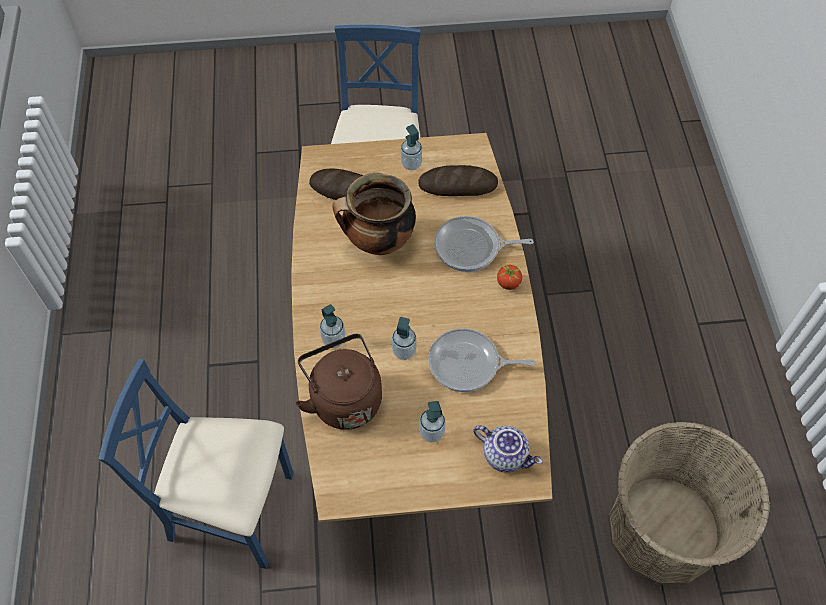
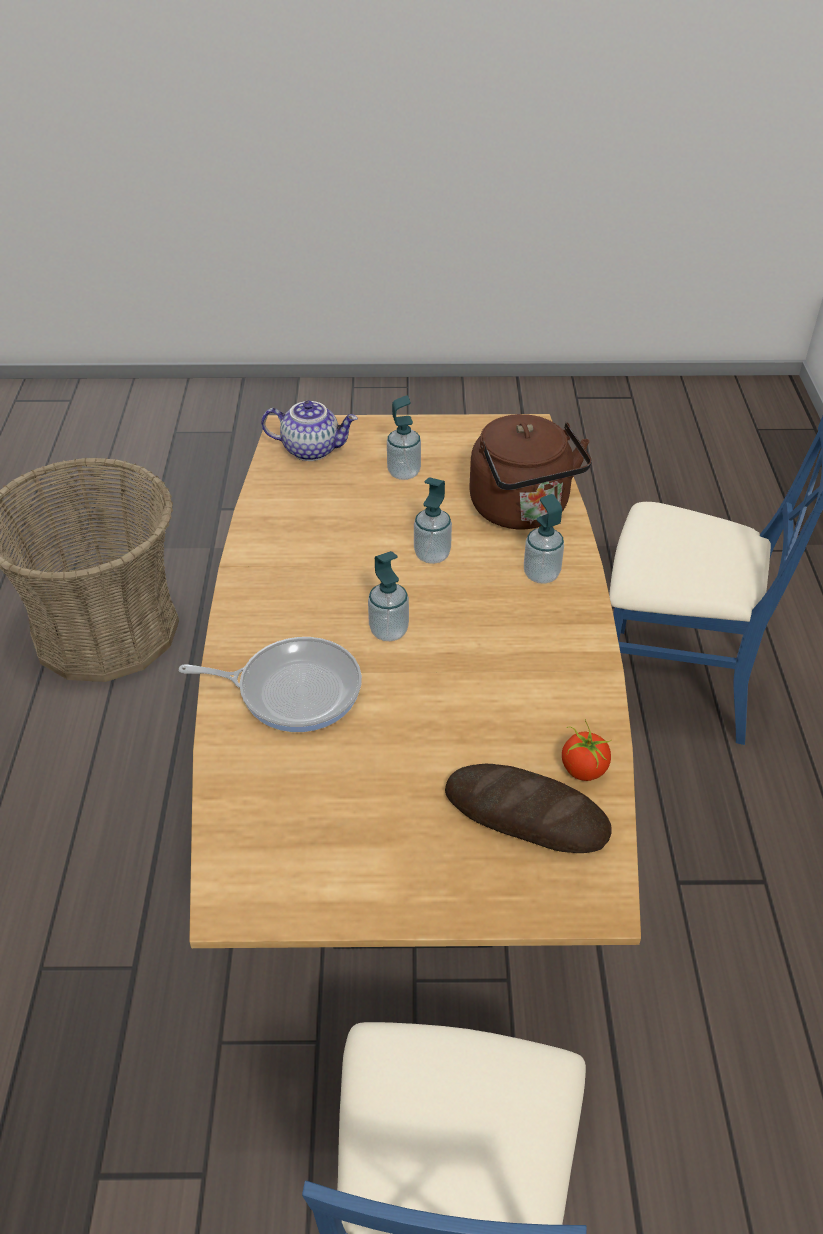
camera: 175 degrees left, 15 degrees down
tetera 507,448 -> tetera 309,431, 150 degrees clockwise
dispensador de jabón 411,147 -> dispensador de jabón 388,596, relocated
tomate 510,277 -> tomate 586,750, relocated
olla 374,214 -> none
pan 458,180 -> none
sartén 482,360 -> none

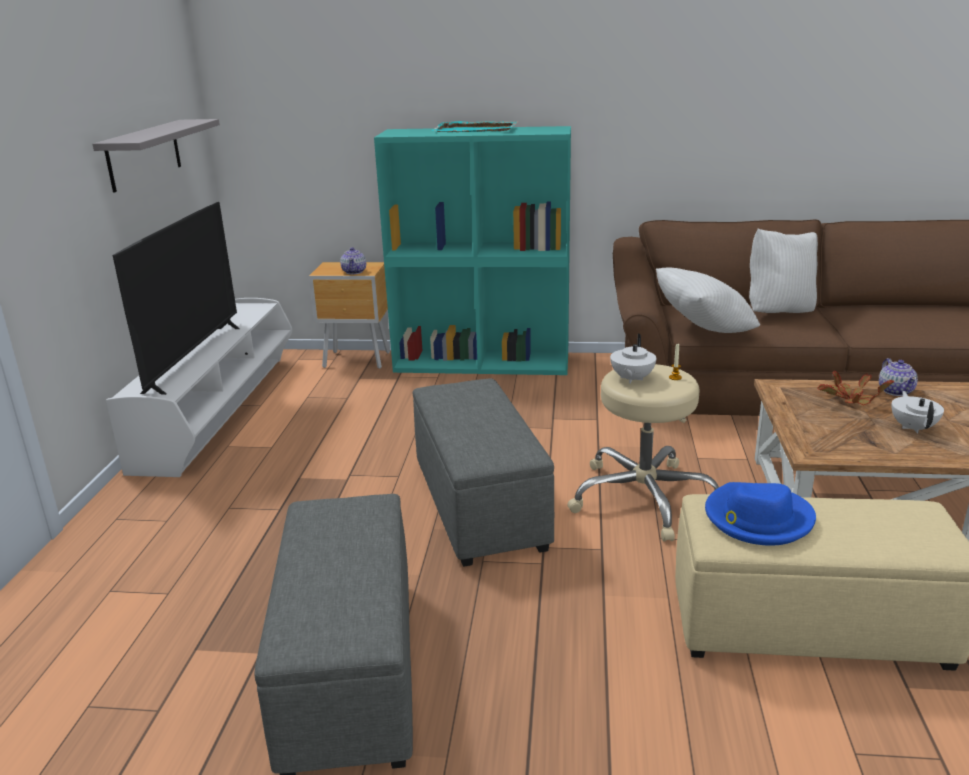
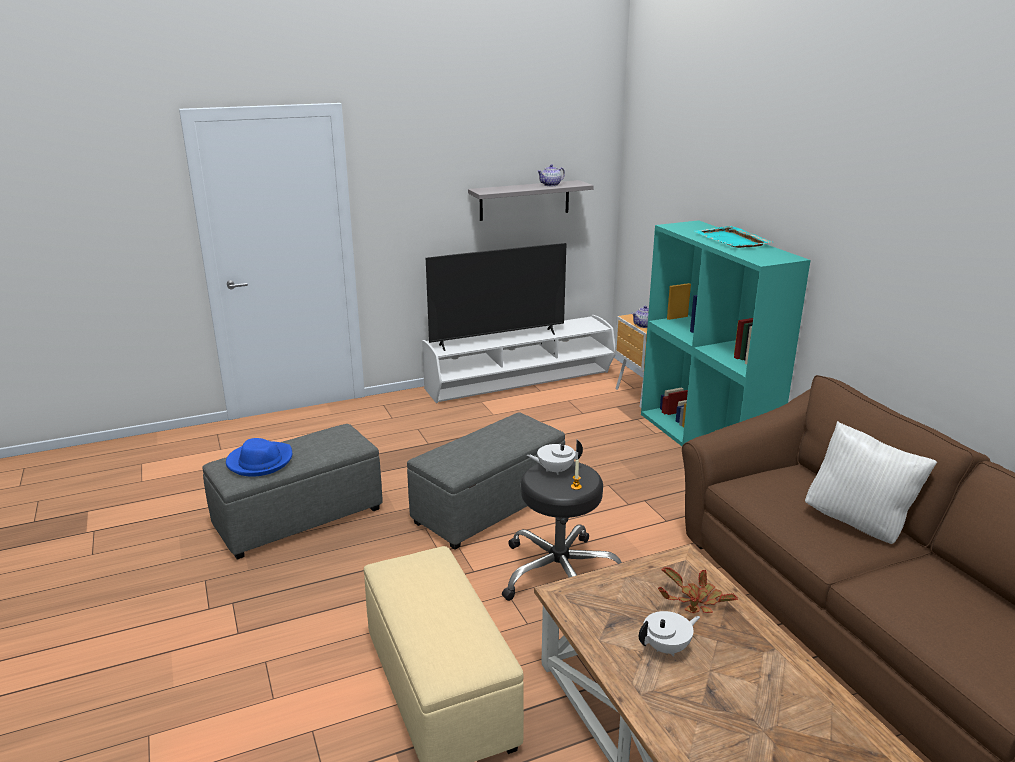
camera: 60 degrees right, 0 degrees up
sombrero/azul 760,514 -> sombrero/azul 259,457, relocated
taburete/beis 643,452 -> taburete/negro 562,531
tetera 898,377 -> tetera 551,175, relocated
cojín/blanco 708,300 -> none

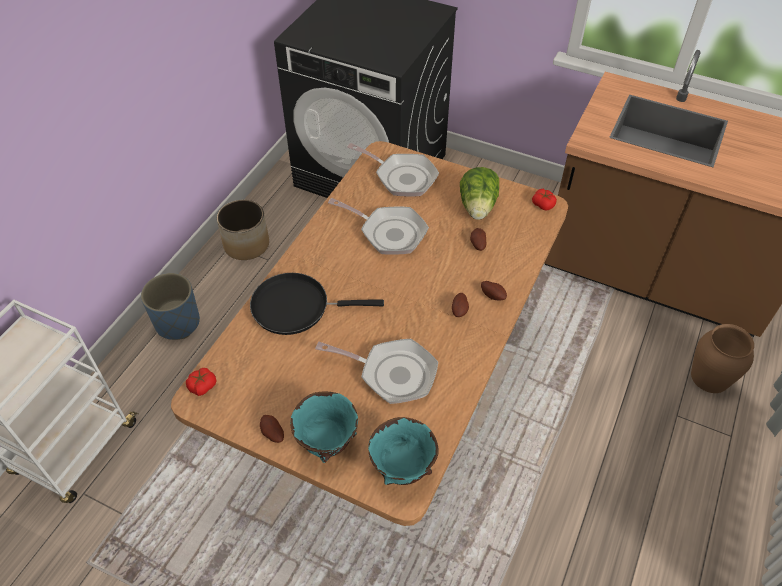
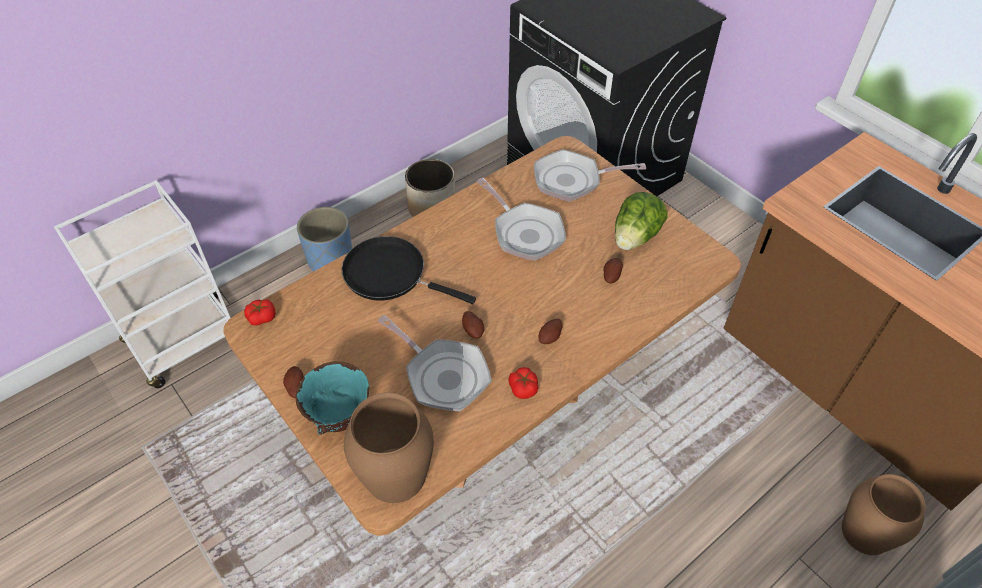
camera: 25 degrees right, 0 degrees up
cuenco/turquesa 403,451 -> florero/marrón 389,447
patata 494,291 -> patata 473,324, relocated
tomate 544,200 -> tomate 523,383, relocated
sartén 393,170 -> sartén 590,175, 120 degrees clockwise

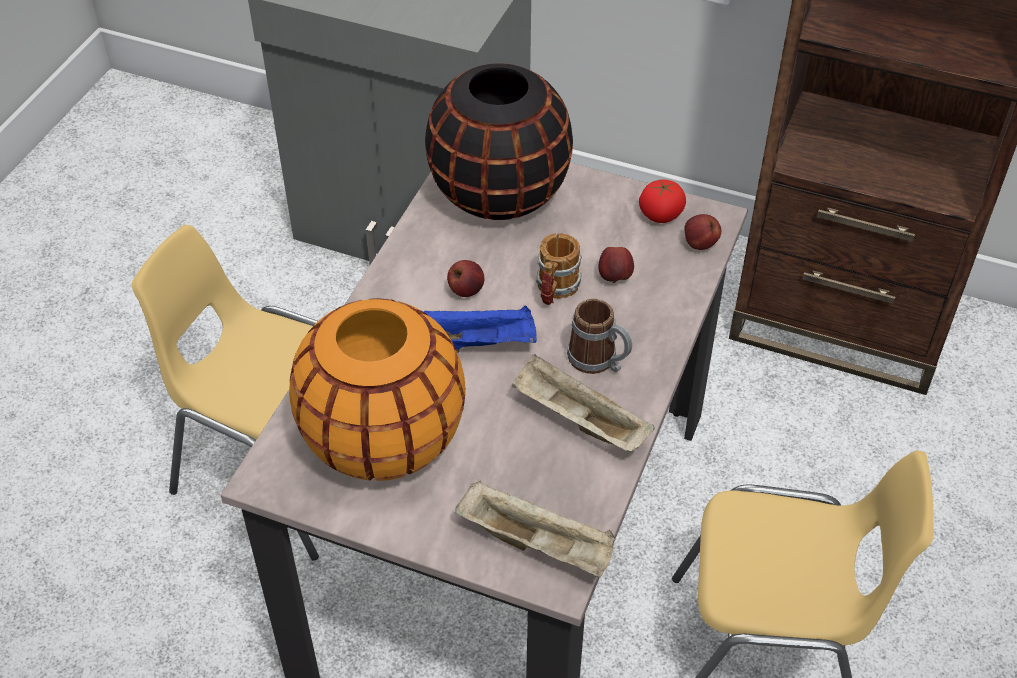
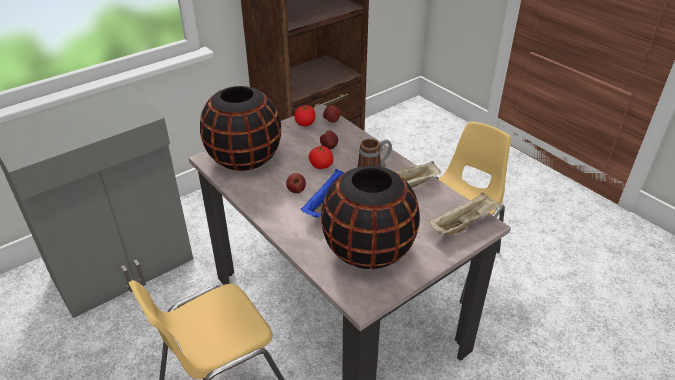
camera: 60 degrees left, 10 degrees down
taza grande 559,269 -> tomate 321,157
florero/naranja 377,389 -> florero/negro 370,217

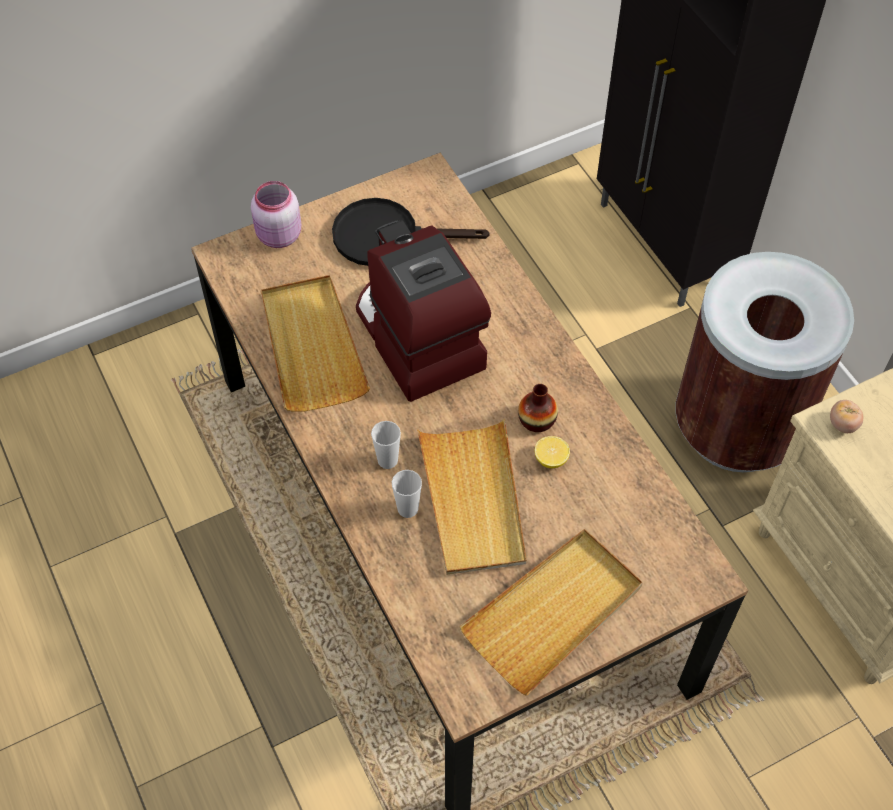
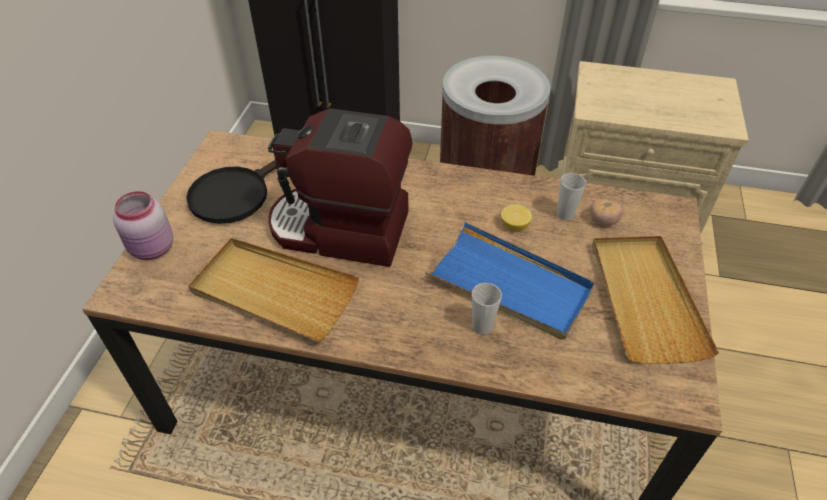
camera: 50 degrees left, 10 degrees down
bandeja/beis 471,497 -> bandeja/azul 510,281
taza 386,445 -> taza 571,197, relocated
tomate 846,416 -> tomate 606,212, relocated
florero 538,408 -> none

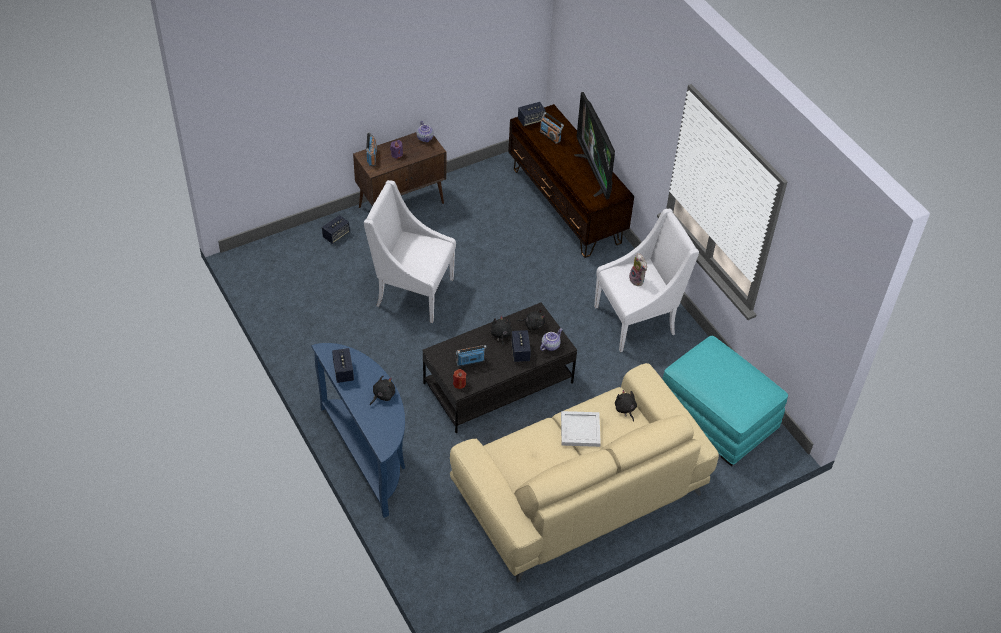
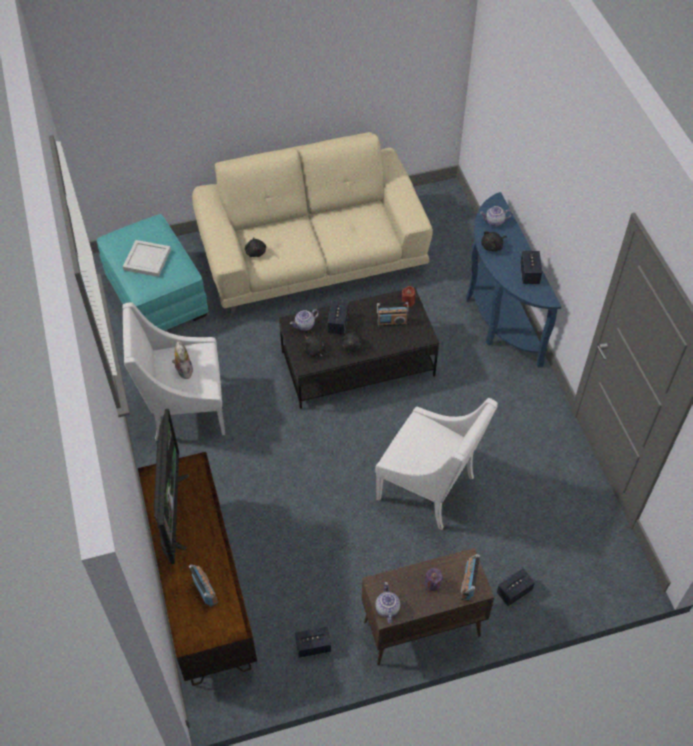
camera: 165 degrees left, 5 degrees up
bandeja/blanco 581,429 -> bandeja/blanco 147,258, relocated
altavoz 532,114 -> altavoz 313,642, relocated
none -> tetera 496,216

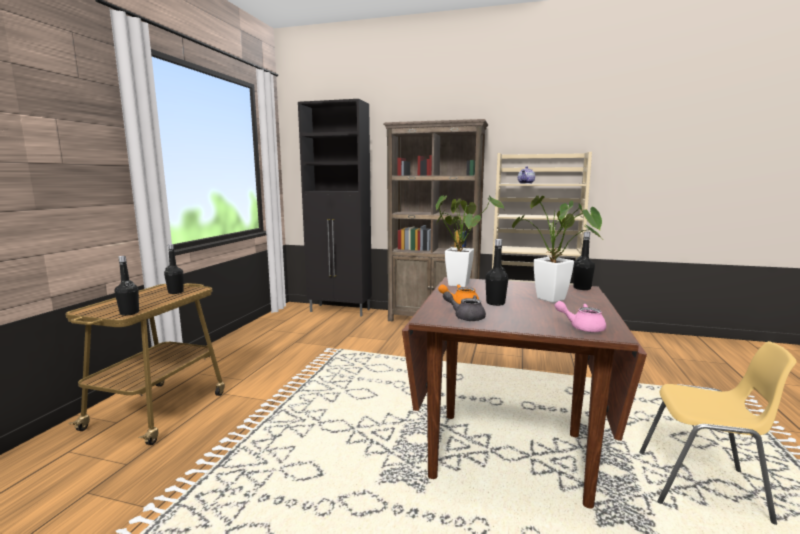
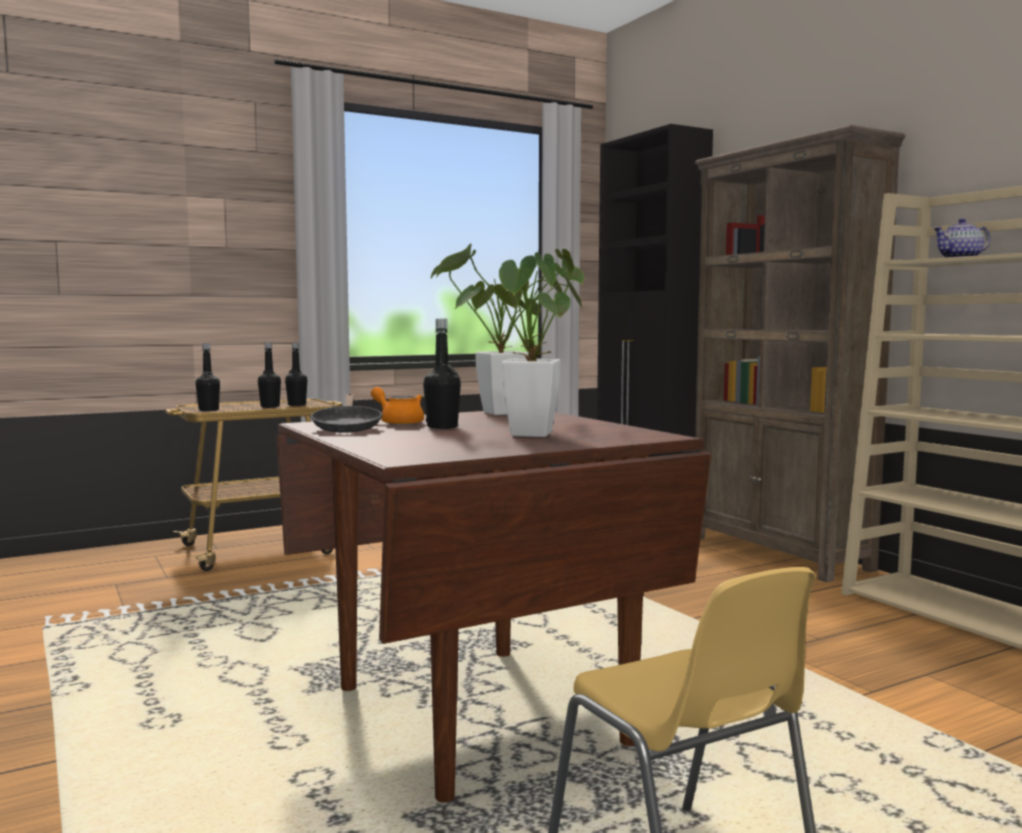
camera: 45 degrees right, 5 degrees down
botella/negro 584,261 -> botella/negro 269,375, relocated
tetera/gris 464,306 -> sartén/negro 346,413
tetera/rosa 580,316 -> none

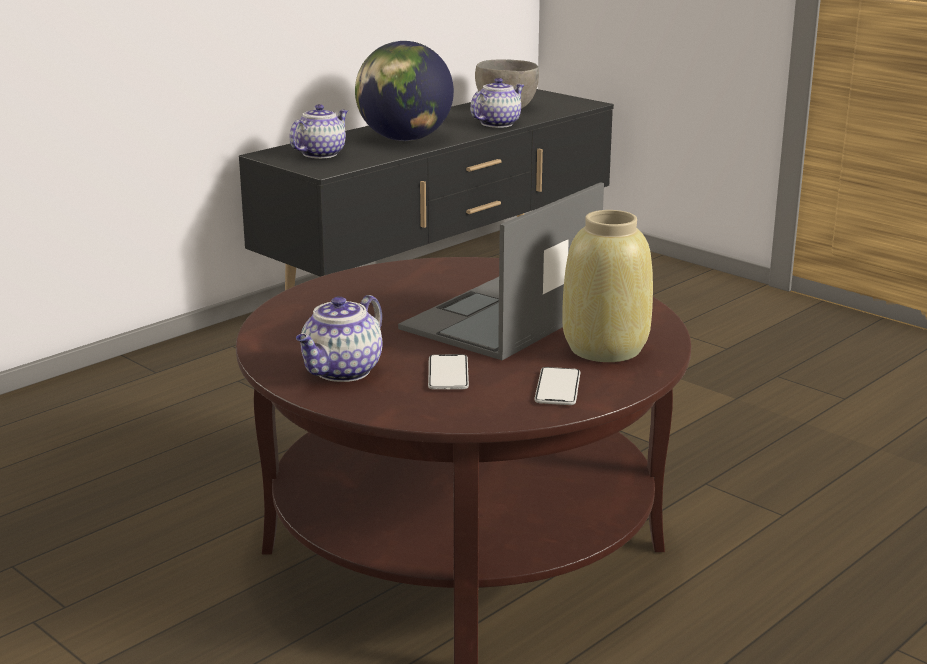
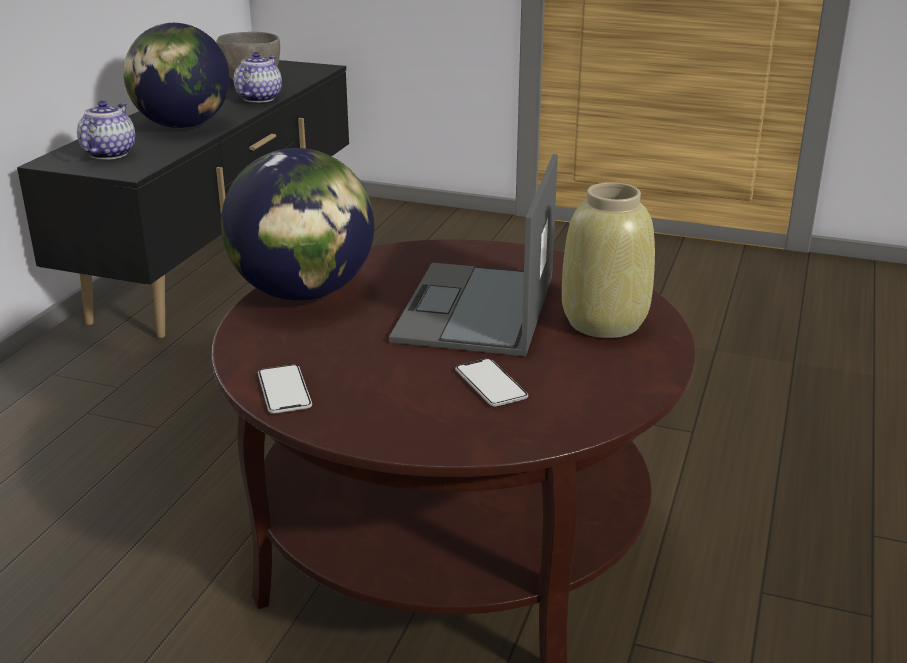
camera: 25 degrees left, 5 degrees up
none -> globo terráqueo 297,224
móvil 557,386 -> móvil 285,389, relocated
tetera 339,338 -> none

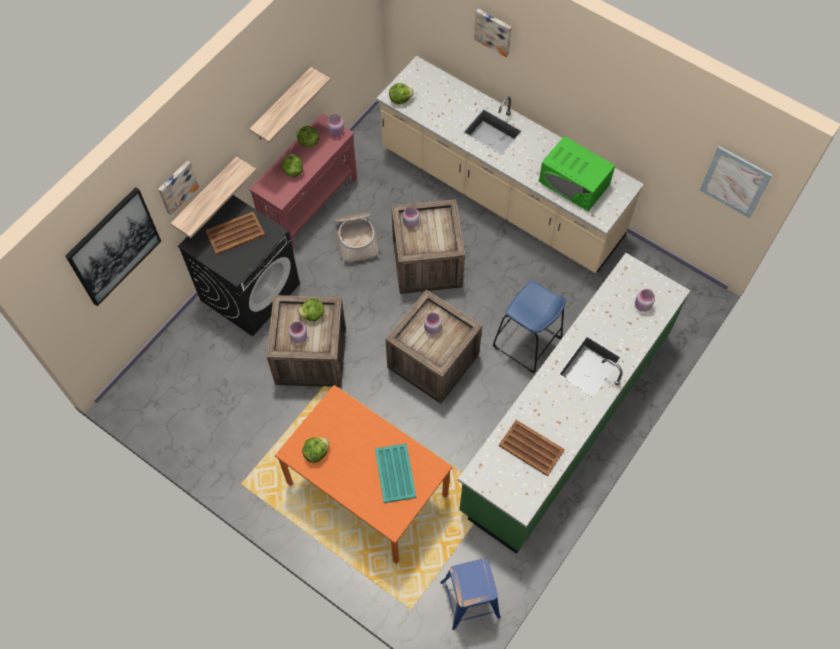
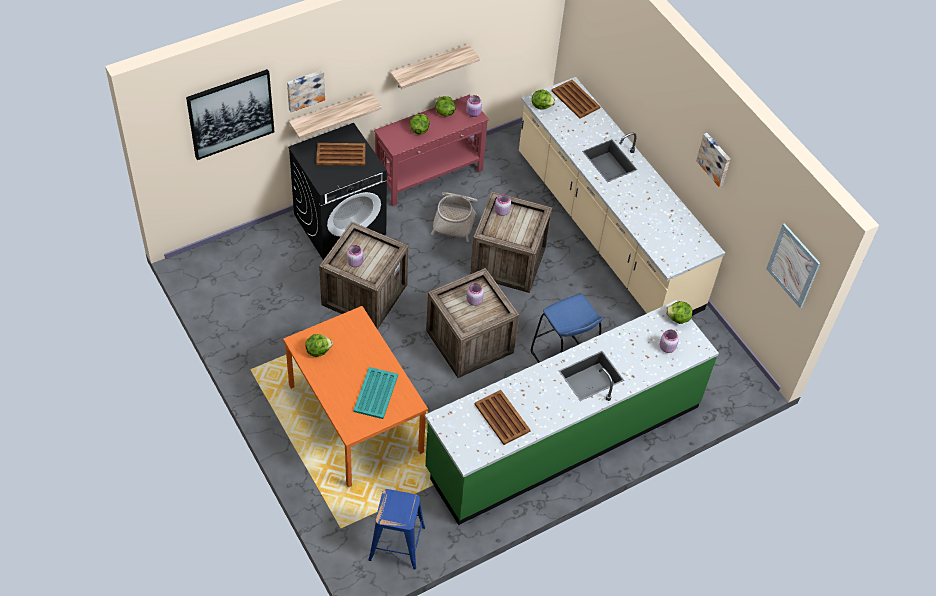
camera: 20 degrees right, 10 degrees down
none -> bandeja/marrón 576,99
lechuga 311,310 -> lechuga 679,312, relocated
cuadro 493,33 -> cuadro 713,160, relocated
microondas/verde 577,173 -> none

